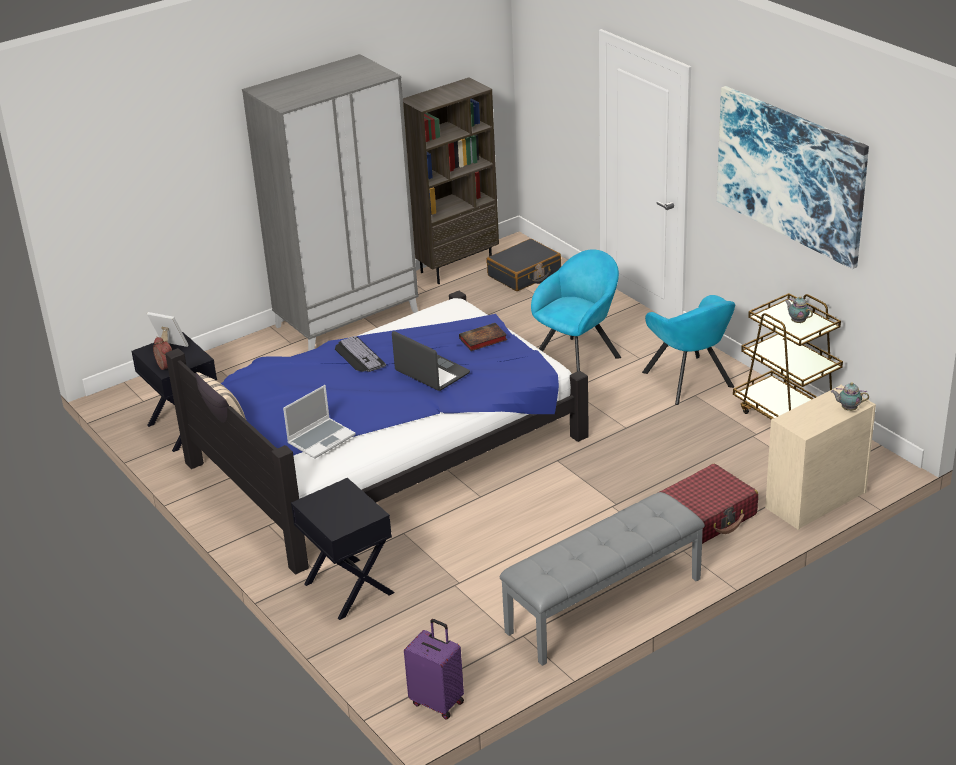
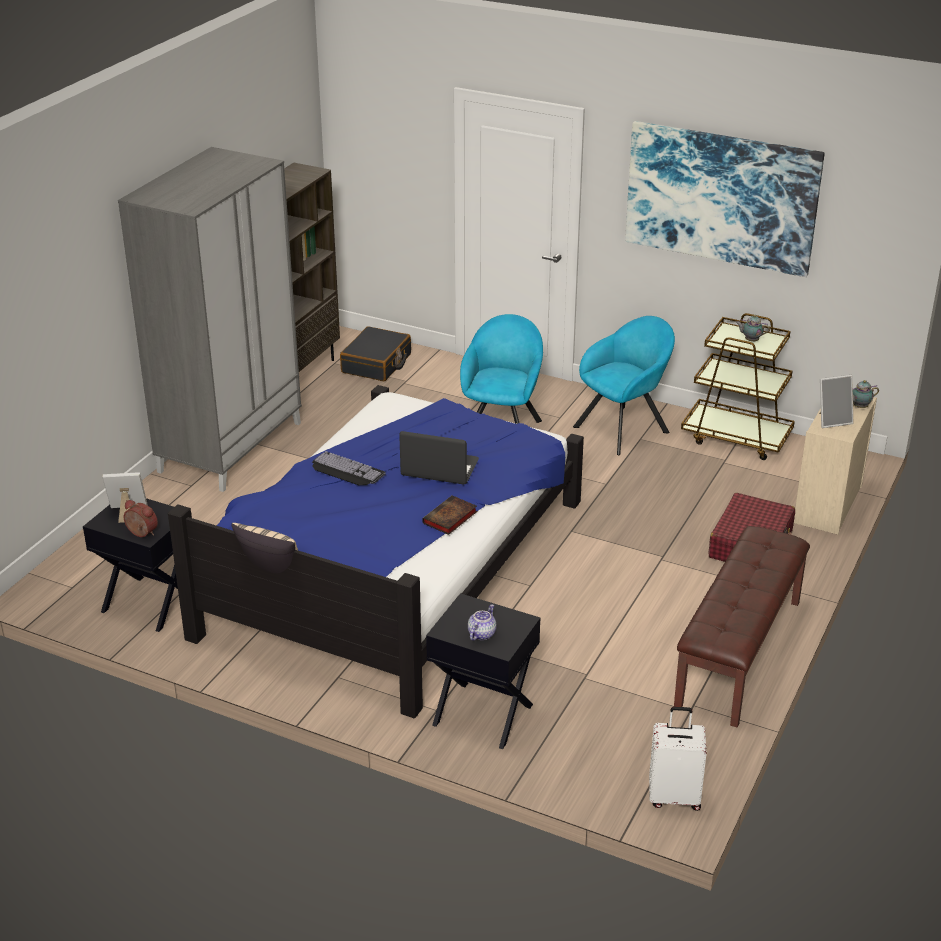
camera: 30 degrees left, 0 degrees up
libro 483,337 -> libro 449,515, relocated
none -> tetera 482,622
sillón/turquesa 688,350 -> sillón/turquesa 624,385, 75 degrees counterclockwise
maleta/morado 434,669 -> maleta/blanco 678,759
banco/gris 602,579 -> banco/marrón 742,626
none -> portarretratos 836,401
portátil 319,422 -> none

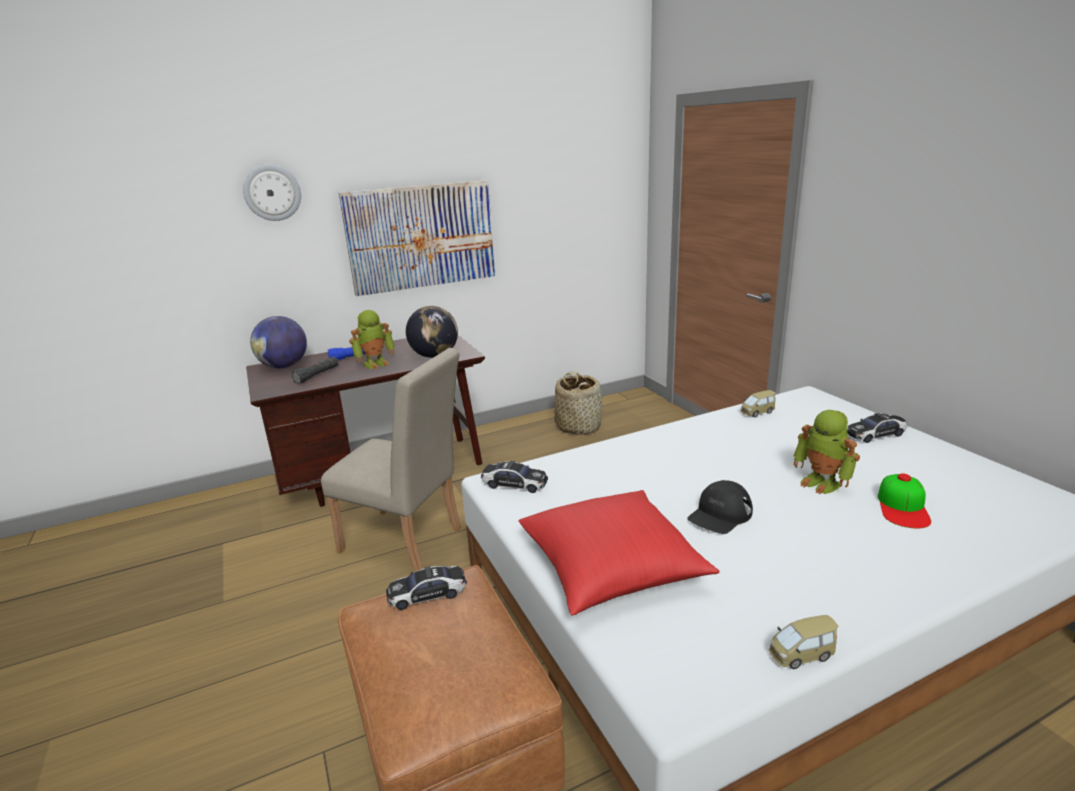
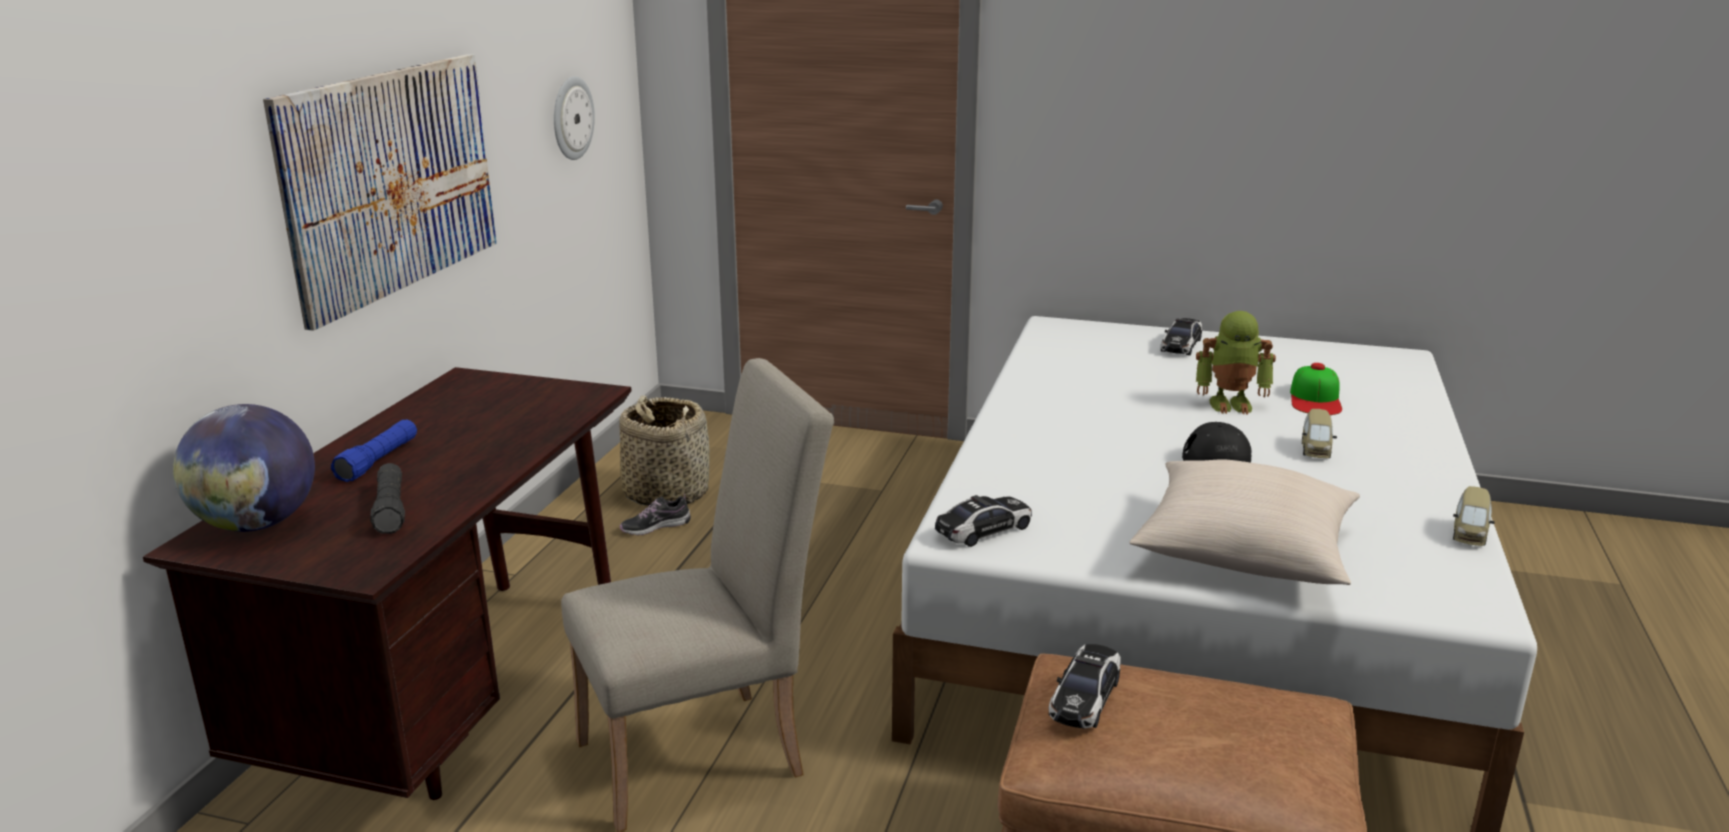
camera: 50 degrees left, 0 degrees up
reloj de pared 272,192 -> reloj de pared 574,118, relocated
none -> zapato 655,514
cojín/rojo 619,552 -> cojín/beis 1244,522
gorra 904,501 -> gorra 1316,389, 45 degrees clockwise
coche de juguete 758,403 -> coche de juguete 1319,433, relocated
robot de juguete 372,339 -> none
globo terráqueo 432,332 -> none

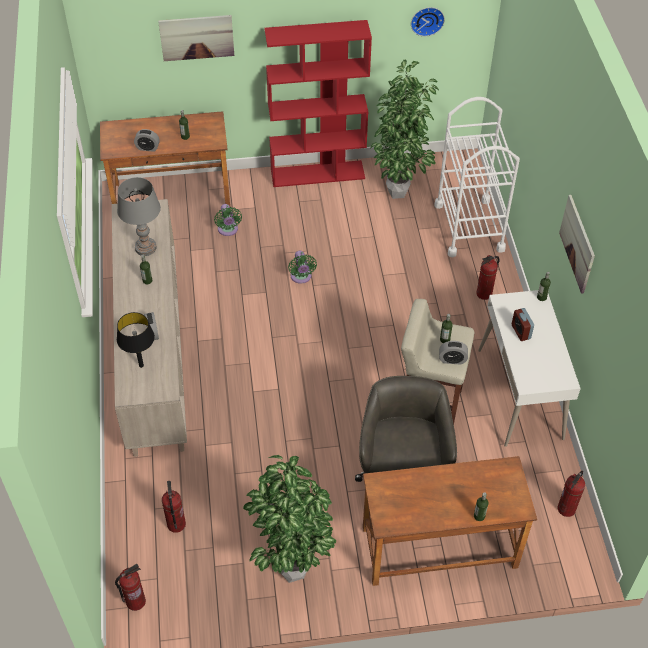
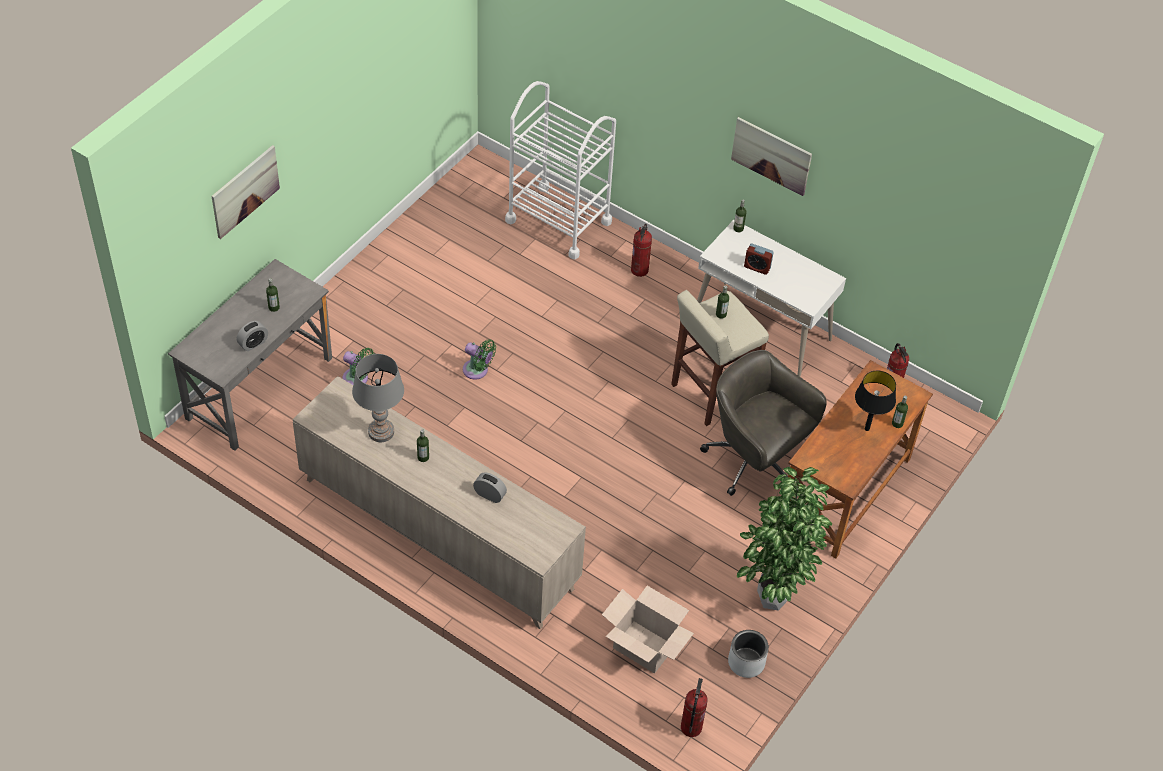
camera: 50 degrees left, 0 degrees up
escritorio/marrón 165,158 -> escritorio/gris 250,355
extintor 174,507 -> caja de cartón 648,630
none -> maceta/gris 748,654
lámpara de mesa/negro 136,340 -> lámpara de mesa/negro 875,401, relocated
estantería/rojo 318,103 -> none
planta en maceta 404,129 -> none
reloj de pared 428,21 -> none
despertador 453,353 -> none

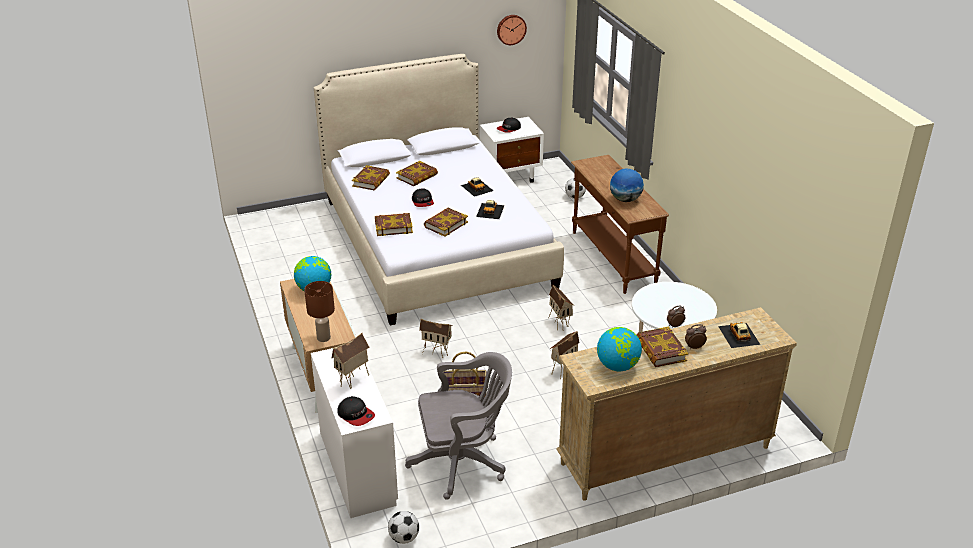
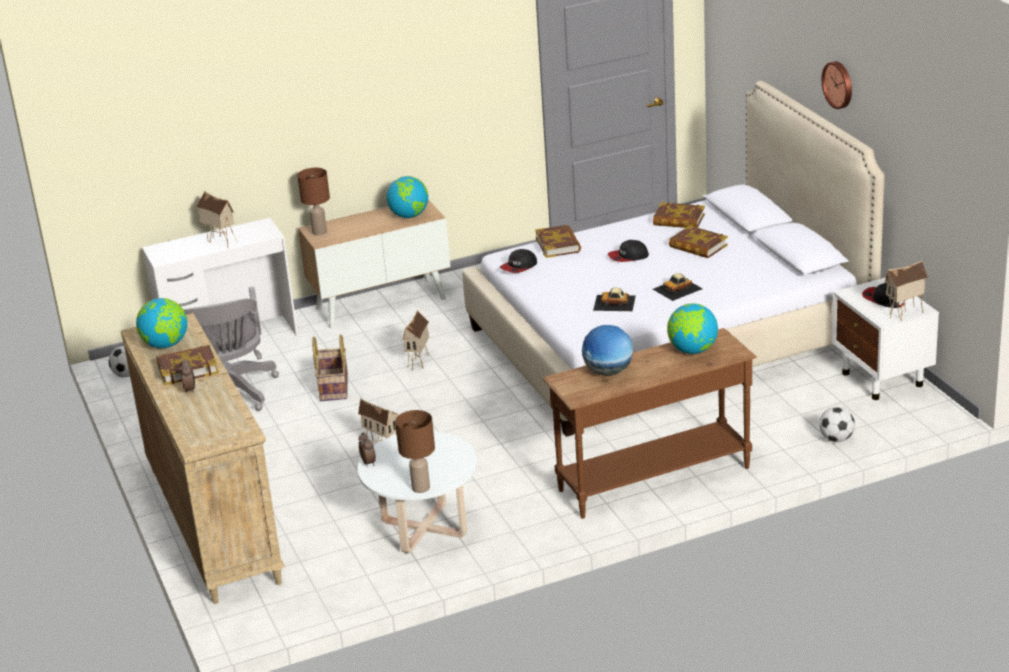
camera: 90 degrees right, 5 degrees down
none -> lámpara de mesa/marrón 415,451
gorra 356,411 -> gorra 518,261, relocated
none -> globo terráqueo 692,328
reloj de pared 512,30 -> reloj de pared 837,85, relocated
casita 561,307 -> casita 906,291, relocated
libro 446,222 -> none
coche de juguete 739,335 -> none

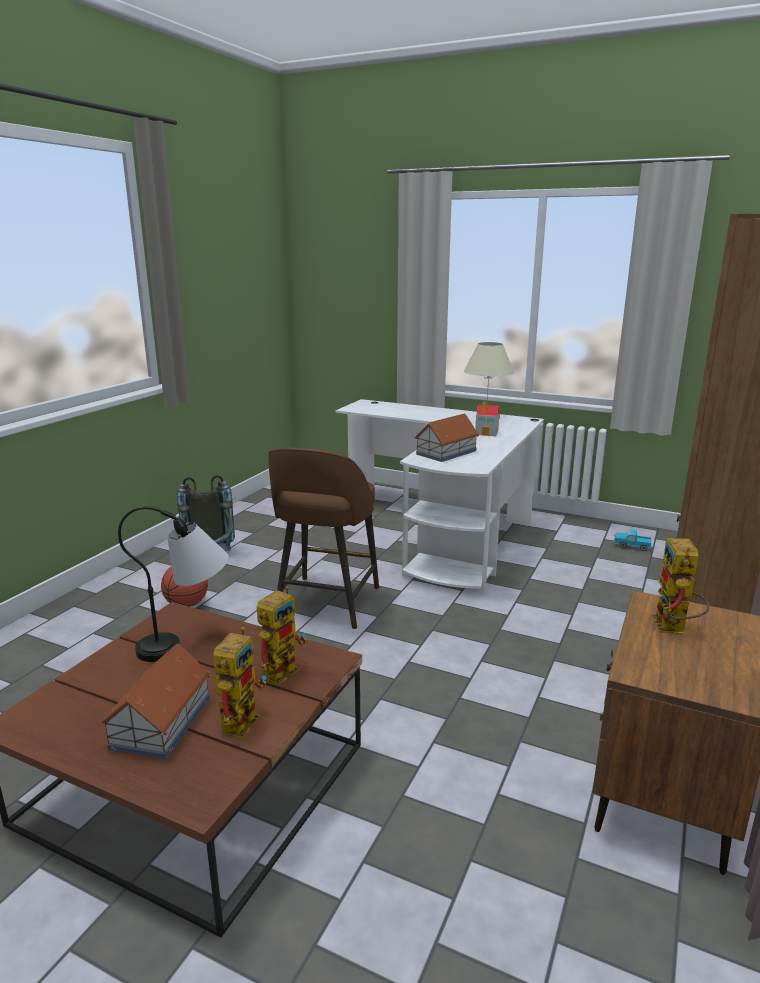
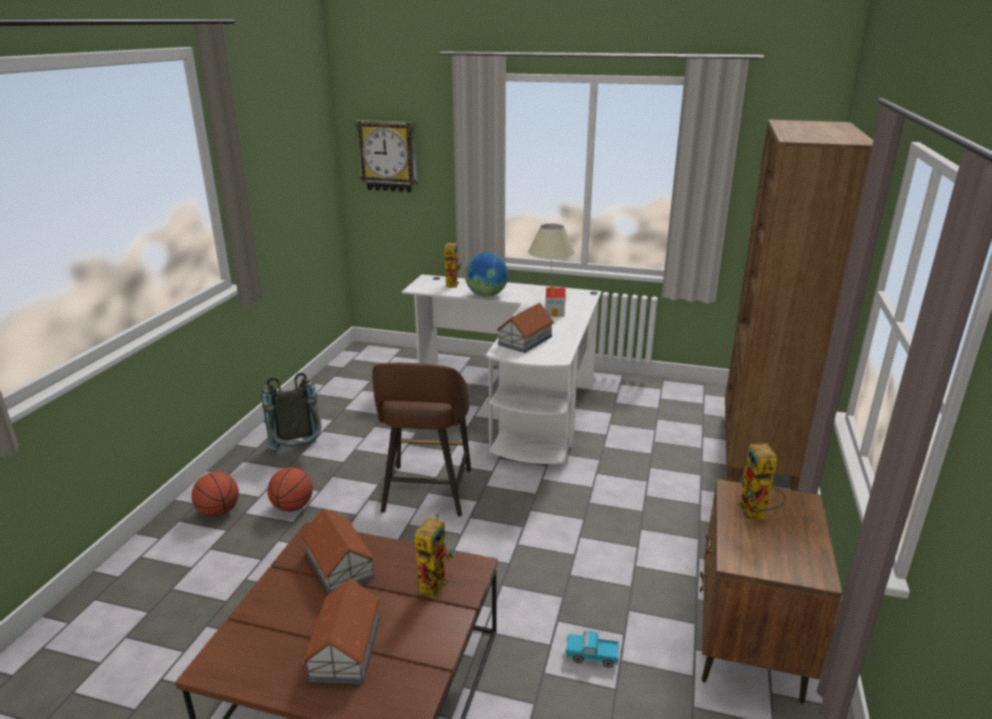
camera: 10 degrees left, 5 degrees up
none -> balón de baloncesto 215,494
lámpara de mesa 173,584 -> casita 338,551
none -> reloj de pared 387,156
robot de juguete 240,683 -> robot de juguete 452,264, relocated
none -> globo terráqueo 486,275
camión de juguete 632,540 -> camión de juguete 592,649, relocated

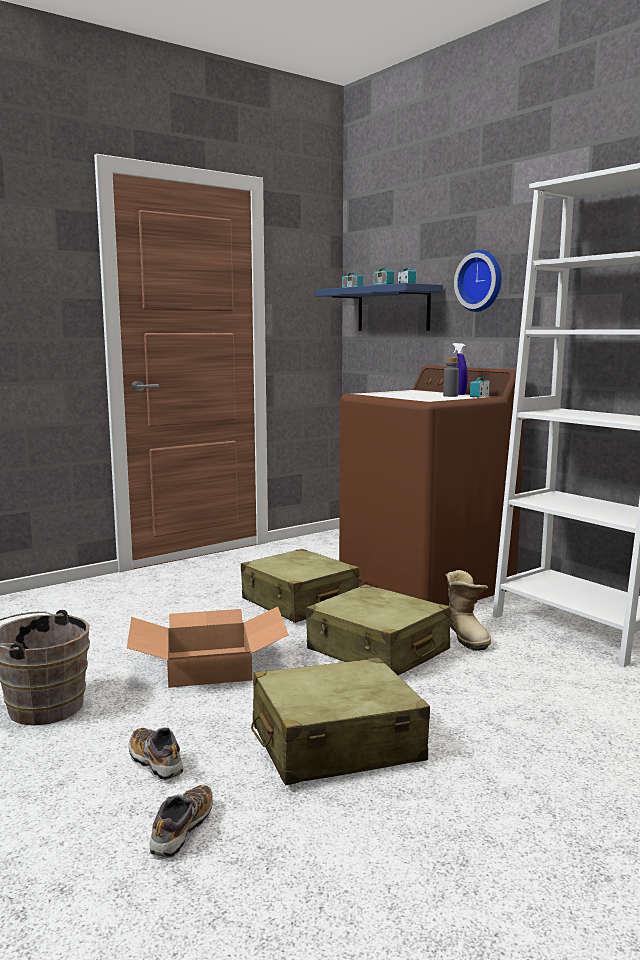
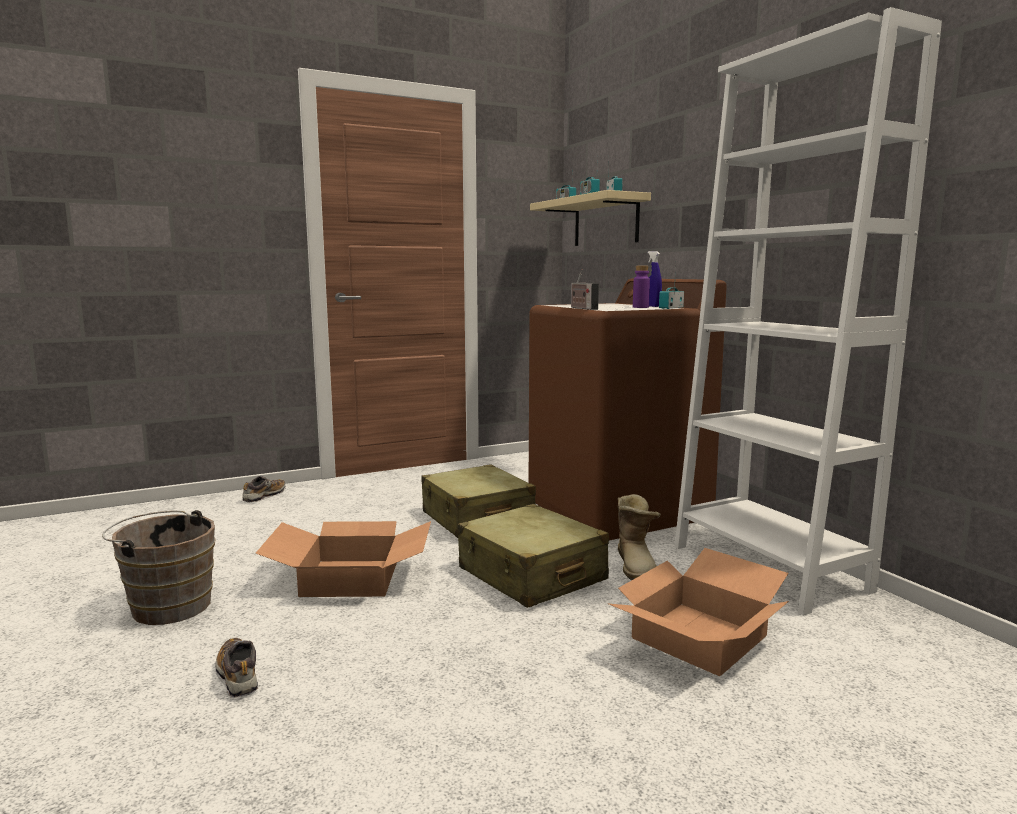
camera: 10 degrees right, 0 degrees up
zapato 181,821 -> zapato 264,489, relocated
estante/azul 379,307 -> estante/beis 590,218
none -> radio 585,289
none -> caja de cartón 698,612
botella/gris 451,377 -> botella/morado 641,287
maleta/beis 340,721 -> none
reloj de pared 478,281 -> none

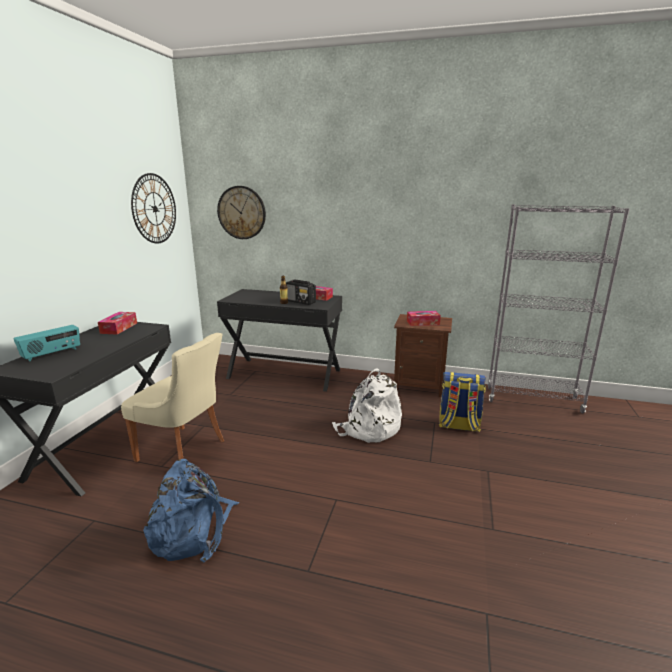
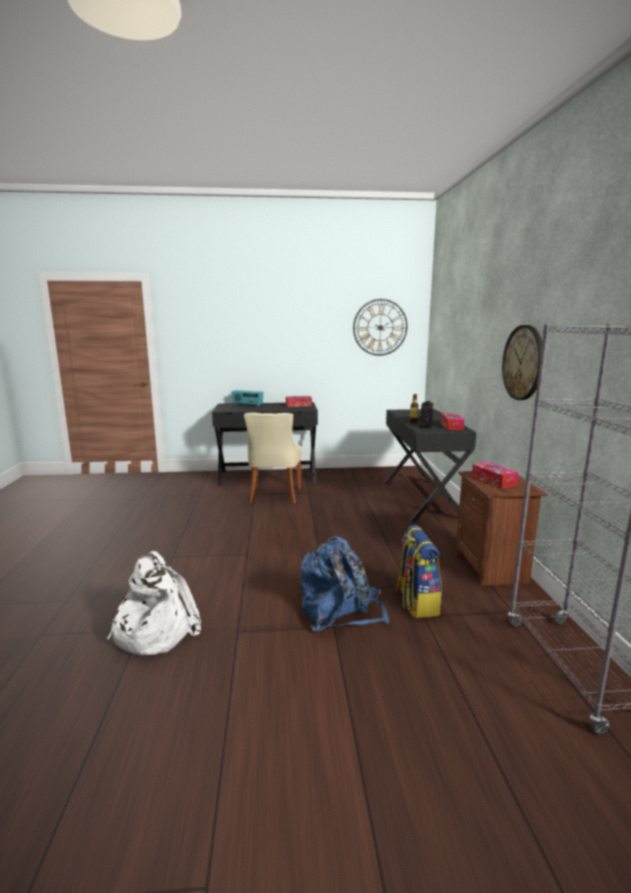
camera: 70 degrees right, 5 degrees down
mochila/blanco 367,405 -> mochila/blanco 154,603, relocated
mochila/azul 191,510 -> mochila/azul 345,583, relocated
reloj de pared 241,212 -> reloj de pared 522,362, relocated

